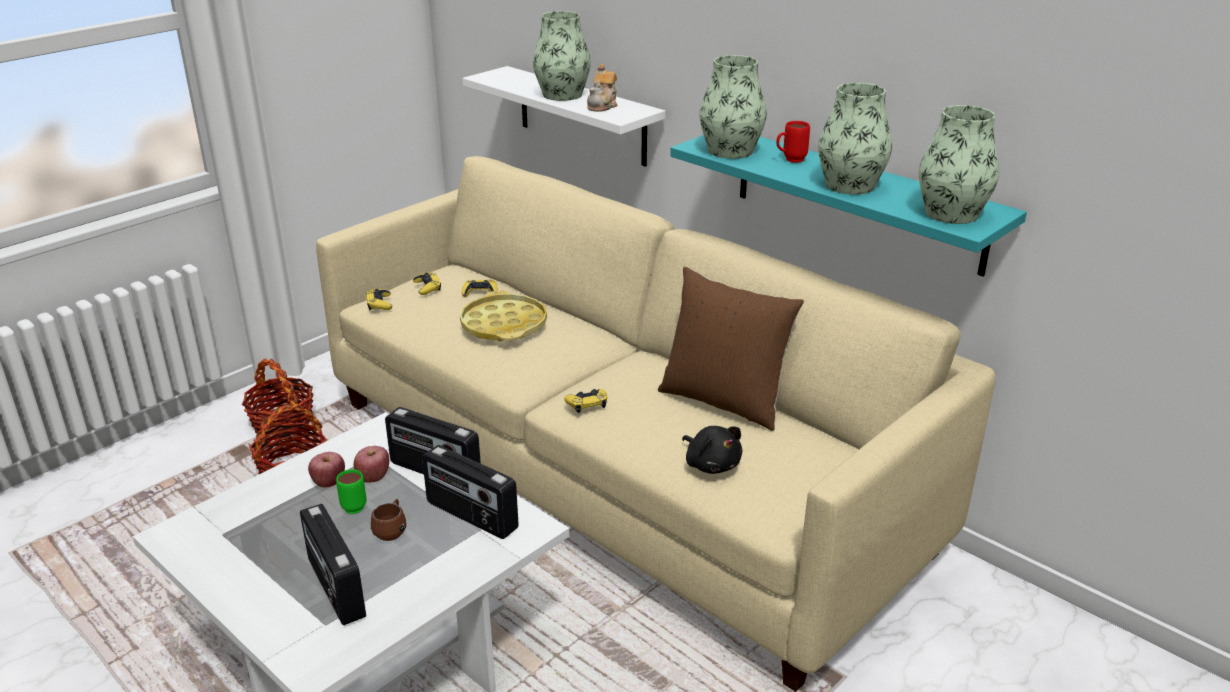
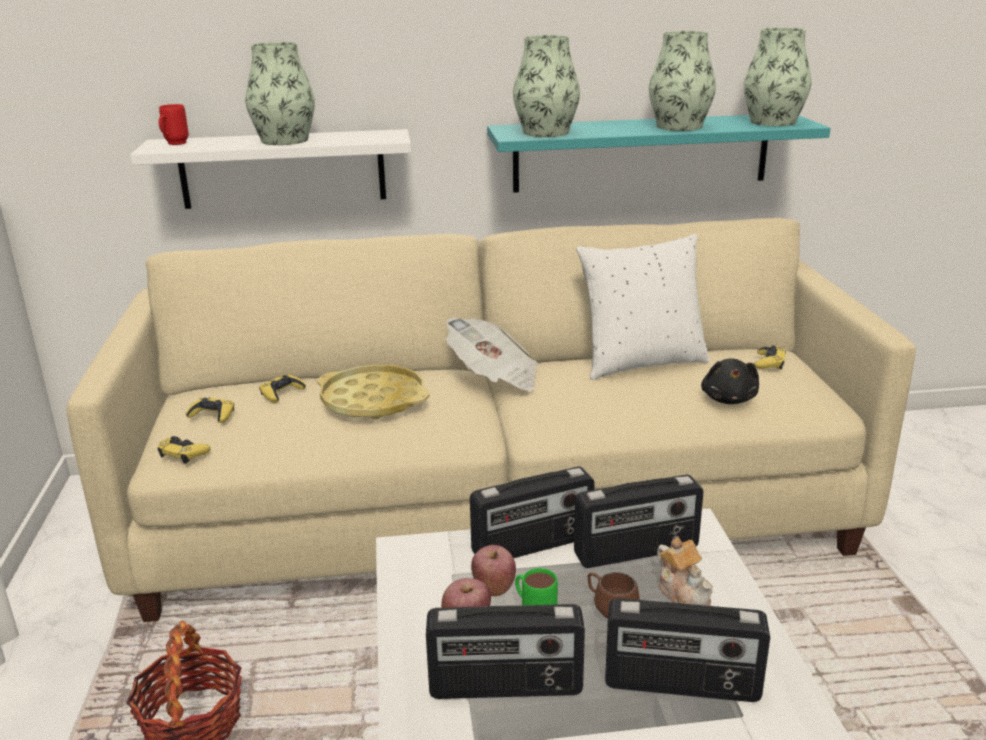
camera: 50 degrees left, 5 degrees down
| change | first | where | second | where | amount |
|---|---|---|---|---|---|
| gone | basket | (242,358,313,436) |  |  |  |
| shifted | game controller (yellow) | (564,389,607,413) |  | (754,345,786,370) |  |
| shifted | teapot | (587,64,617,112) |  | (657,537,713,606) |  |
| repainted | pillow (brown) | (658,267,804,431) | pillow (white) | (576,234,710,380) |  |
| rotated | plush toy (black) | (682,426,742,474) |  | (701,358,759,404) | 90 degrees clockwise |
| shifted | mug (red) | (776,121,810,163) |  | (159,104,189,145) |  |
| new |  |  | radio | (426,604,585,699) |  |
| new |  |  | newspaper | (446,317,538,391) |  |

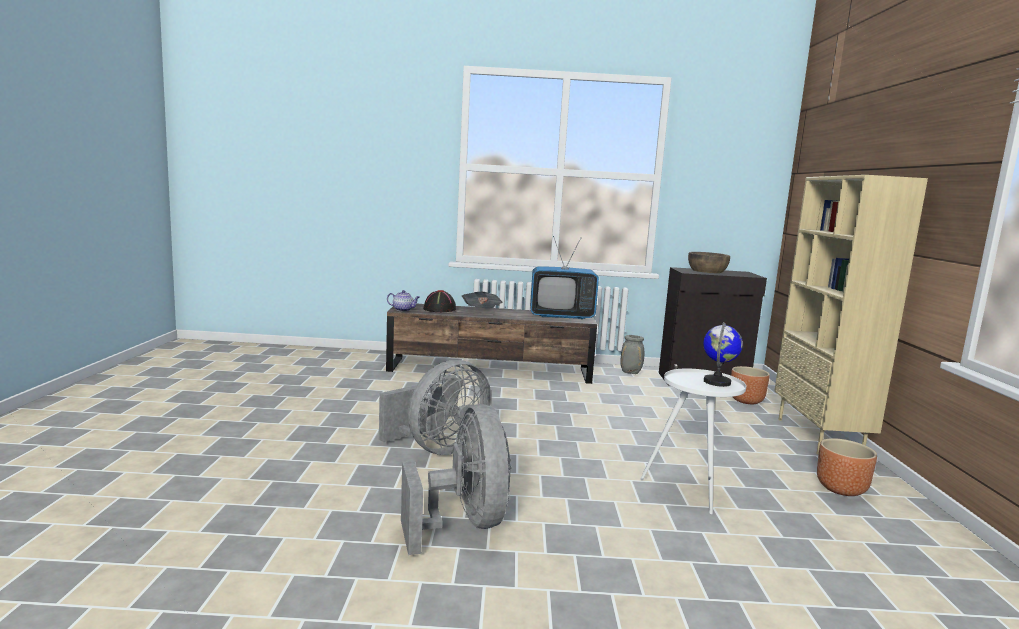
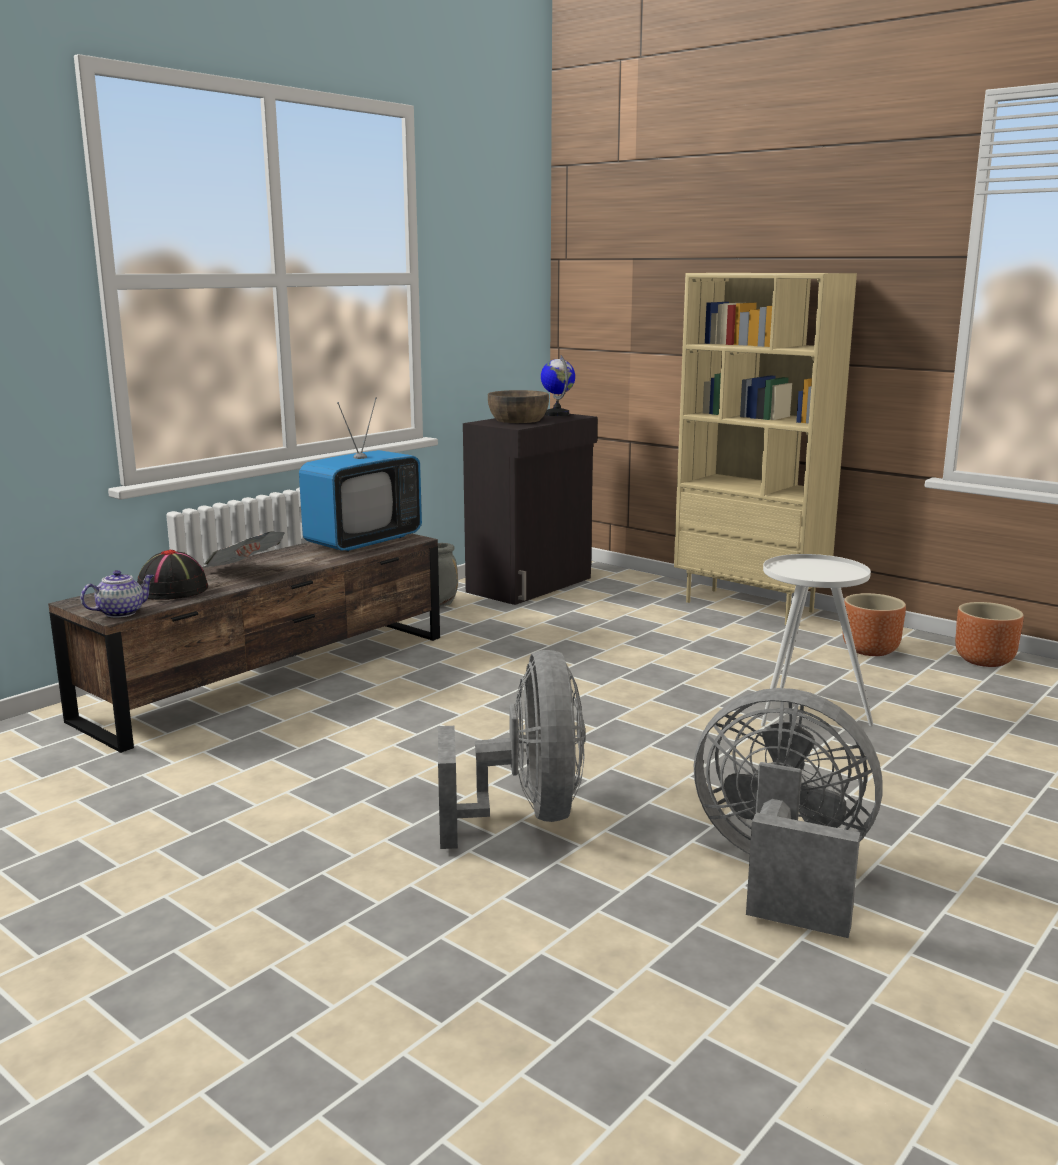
camera: 50 degrees left, 5 degrees up
| change | first | where | second | where | amount |
|---|---|---|---|---|---|
| shifted | globe | (703,322,743,387) |  | (541,355,575,416) |  |
| shifted | planter (brown) | (731,366,770,404) |  | (955,602,1024,667) |  |

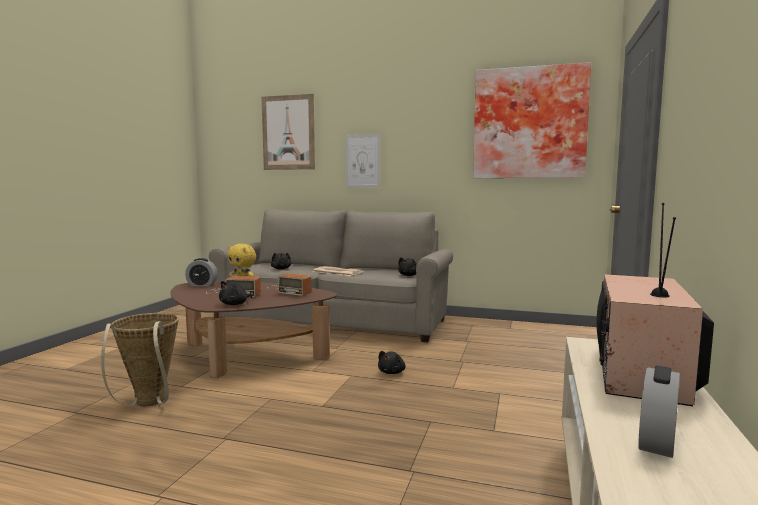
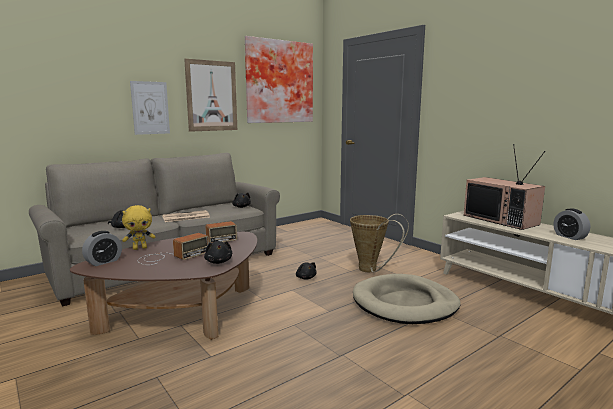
camera: 55 degrees left, 5 degrees up
| change | first | where | second | where | amount |
|---|---|---|---|---|---|
| shifted | basket | (101,313,179,406) |  | (350,214,409,272) |  |
| shifted | picture | (262,94,315,170) |  | (184,59,237,132) |  |
| new |  |  | dog bed (beige) | (353,274,461,324) |  |

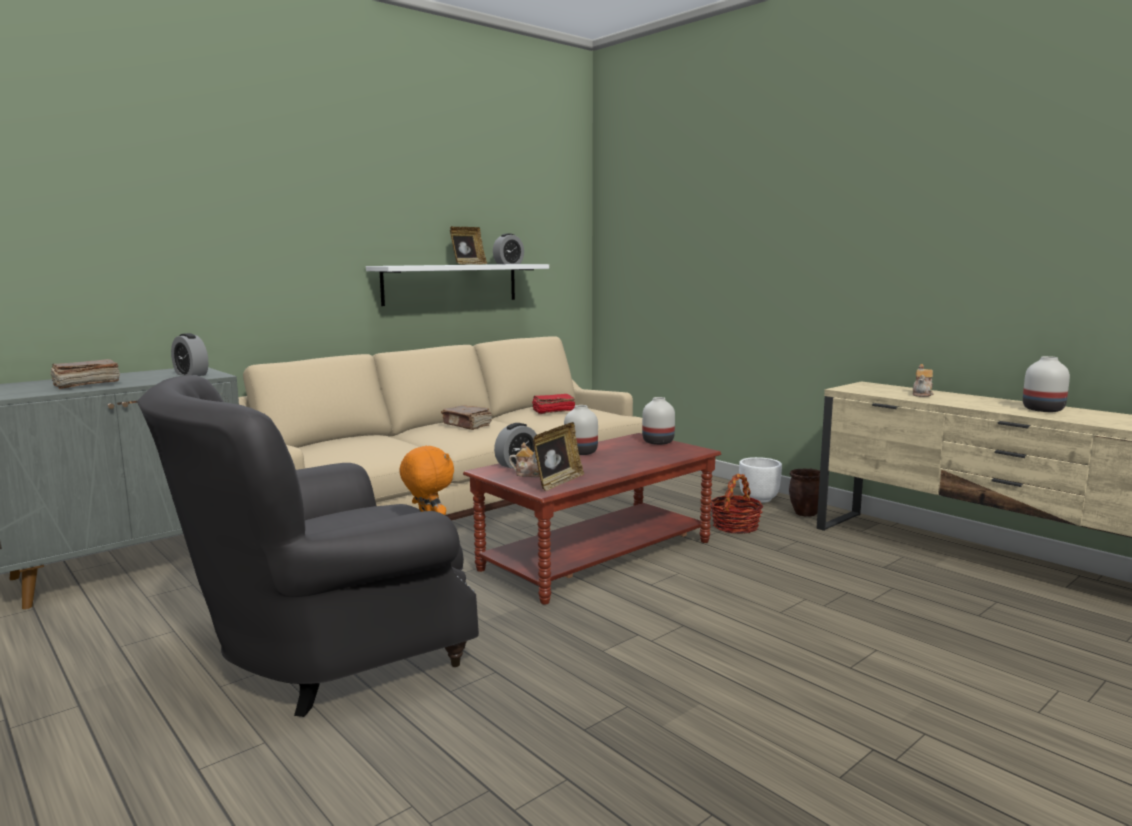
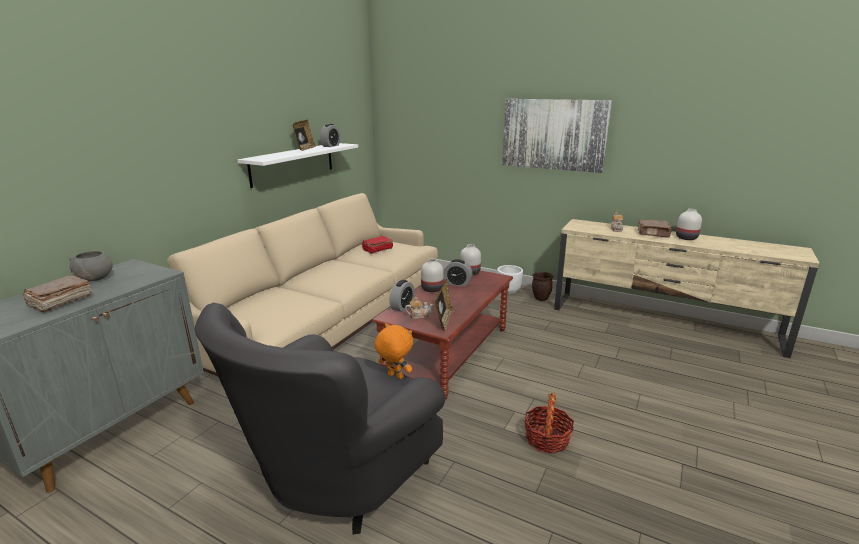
camera: 20 degrees left, 10 degrees up
| change | first | where | second | where | amount |
|---|---|---|---|---|---|
| shifted | alarm clock | (171,333,208,376) |  | (444,259,473,287) |  |
| shifted | book (brown) | (441,405,492,430) |  | (638,220,672,238) |  |
| shifted | basket | (710,474,764,534) |  | (524,393,574,454) |  |
| new |  |  | bowl (grey) | (69,251,113,281) |  |
| new |  |  | picture | (502,99,612,173) |  |

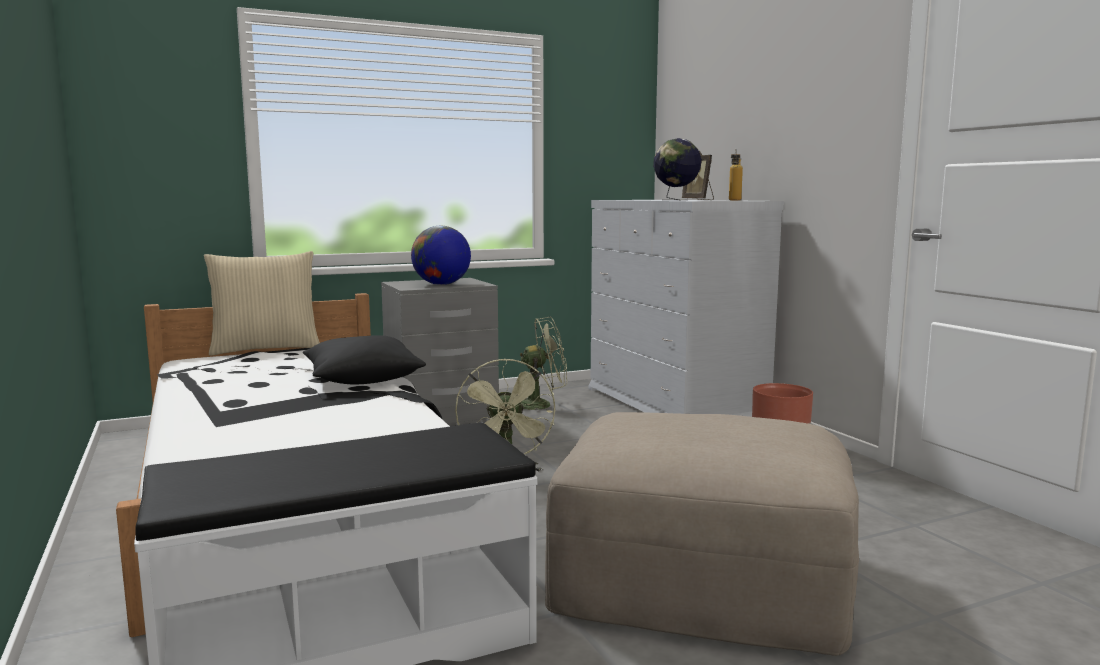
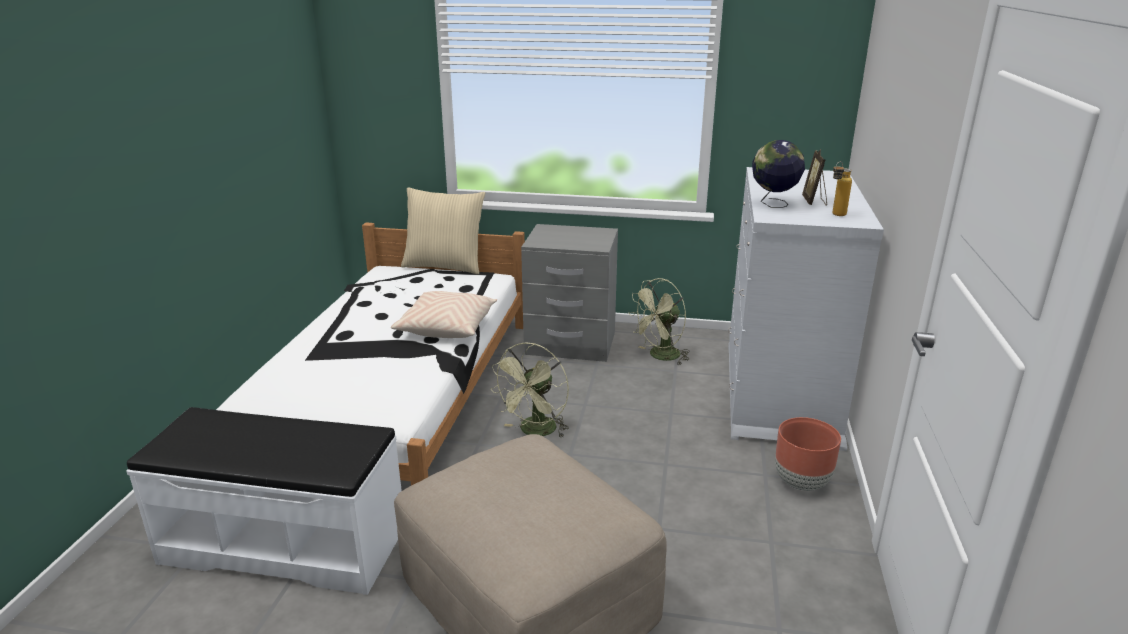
camera: 35 degrees right, 15 degrees up
| change | first | where | second | where | amount |
|---|---|---|---|---|---|
| repainted | pillow (black) | (303,335,426,385) | pillow (beige) | (391,291,497,338) |  |
| gone | globe | (411,226,471,285) |  |  |  |
| rotated | fan (green) | (520,317,567,413) |  | (628,278,690,365) | 120 degrees clockwise |

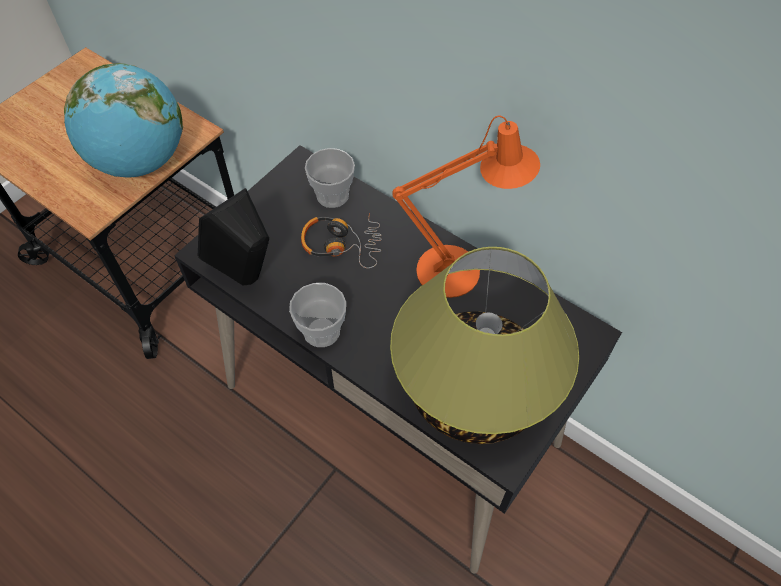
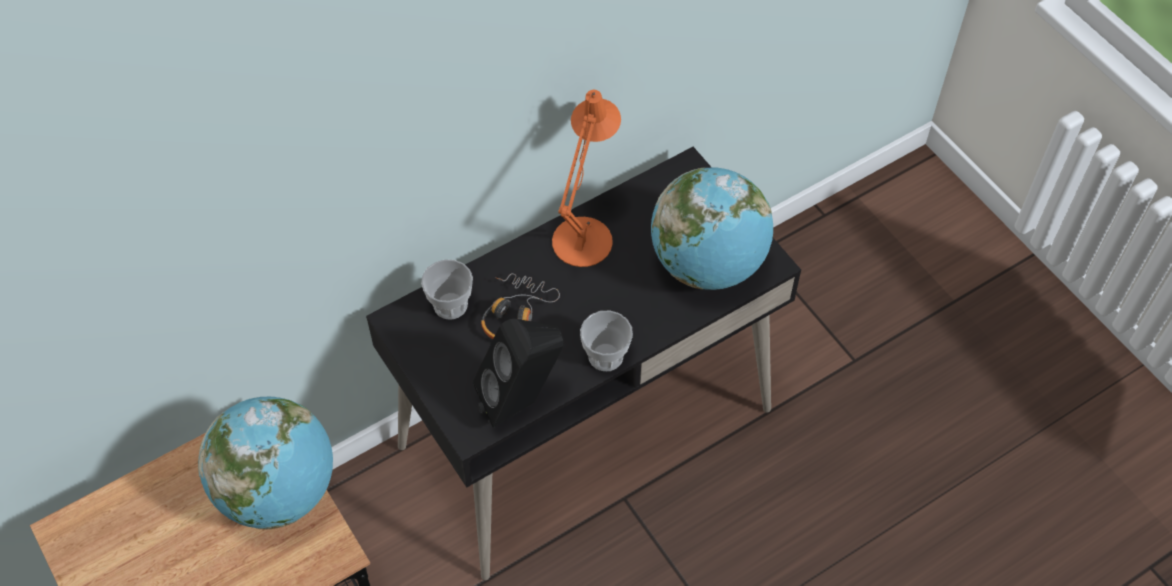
camera: 70 degrees left, 0 degrees up
| change | first | where | second | where | amount |
|---|---|---|---|---|---|
| swapped | table lamp | (390,247,579,444) | globe | (651,167,773,290) |  |

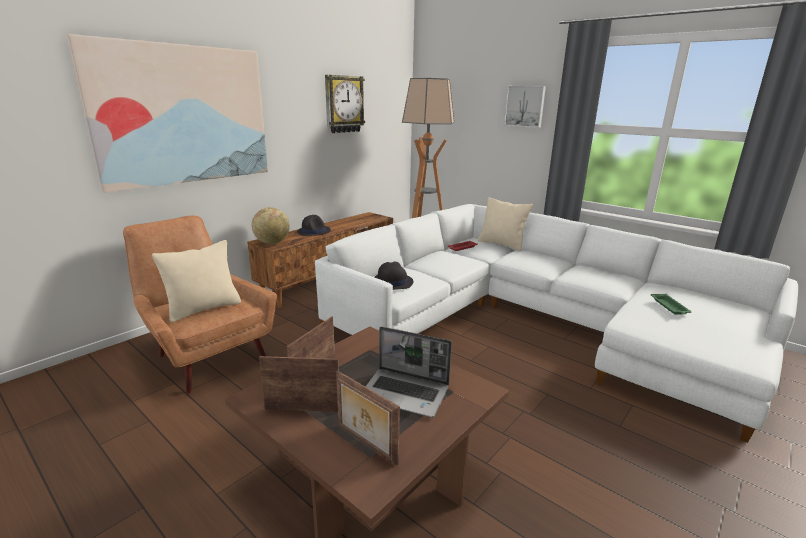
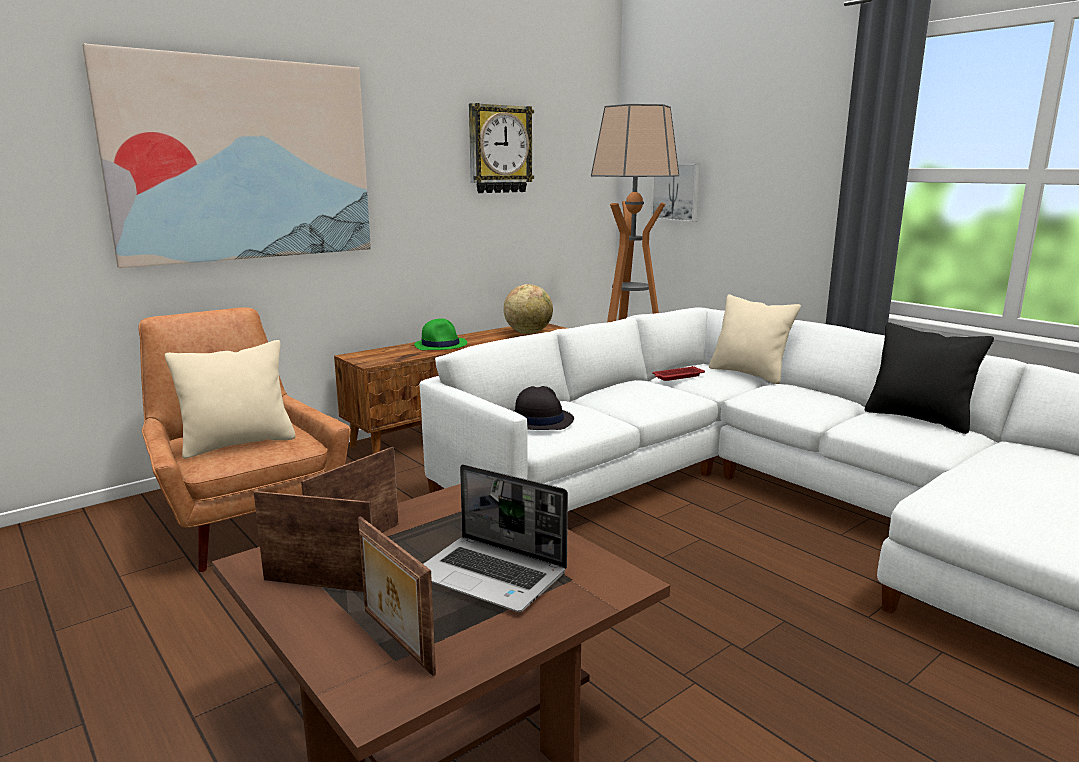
camera: 10 degrees right, 5 degrees down
| change | first | where | second | where | amount |
|---|---|---|---|---|---|
| shifted | globe | (251,207,290,244) |  | (503,284,553,334) |  |
| repainted | hat (black) | (297,215,331,236) | hat (green) | (414,319,467,350) |  |
| shifted | picture | (504,86,546,128) |  | (651,164,700,222) |  |
| gone | tray (green) | (651,294,692,314) |  |  |  |
| new |  |  | pillow (black) | (865,322,994,434) |  |

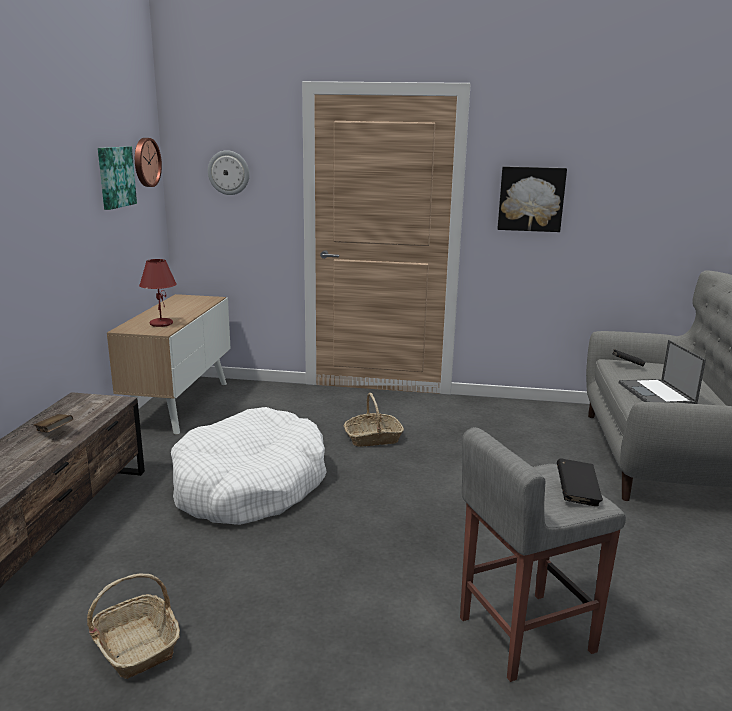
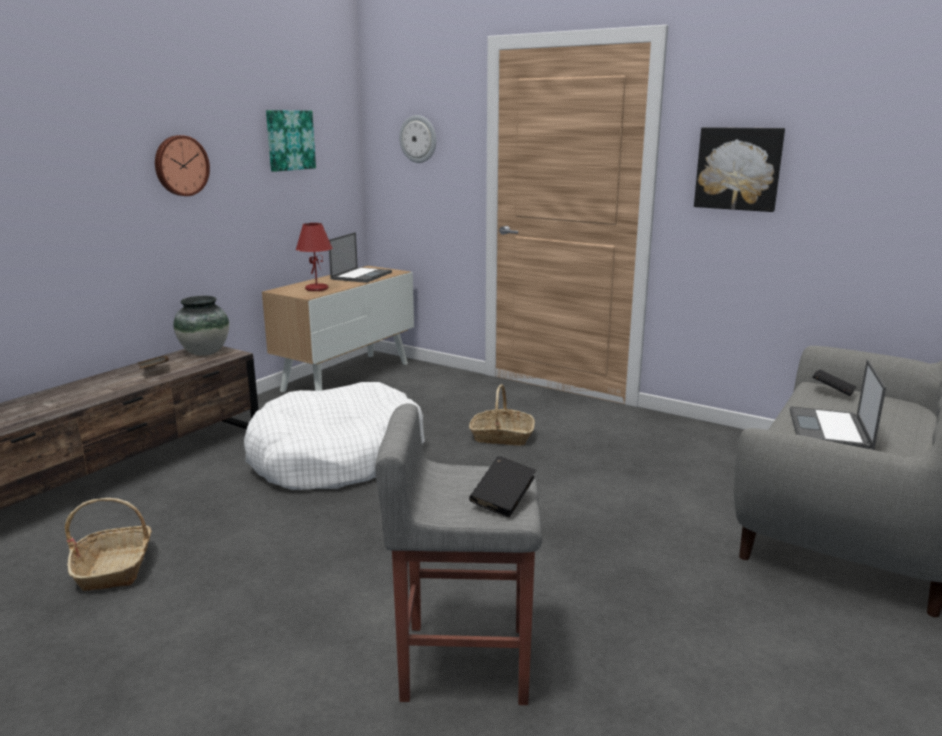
camera: 25 degrees right, 0 degrees up
| change | first | where | second | where | amount |
|---|---|---|---|---|---|
| shifted | wall clock | (135,138,162,187) |  | (155,135,210,196) |  |
| new |  |  | vase | (173,296,229,356) |  |
| new |  |  | laptop | (329,232,392,283) |  |

